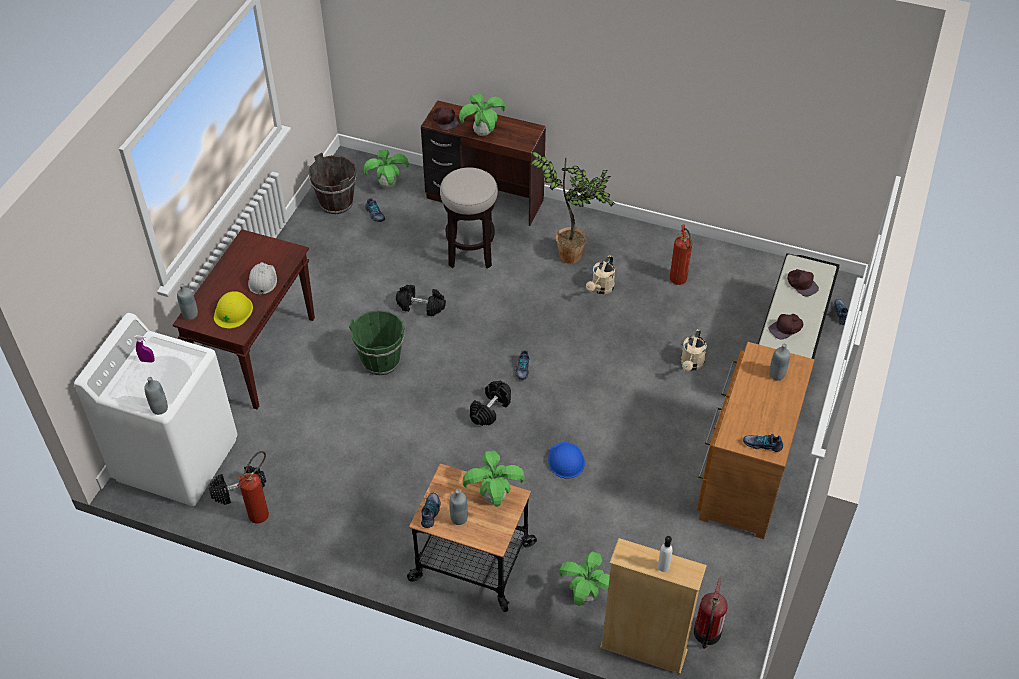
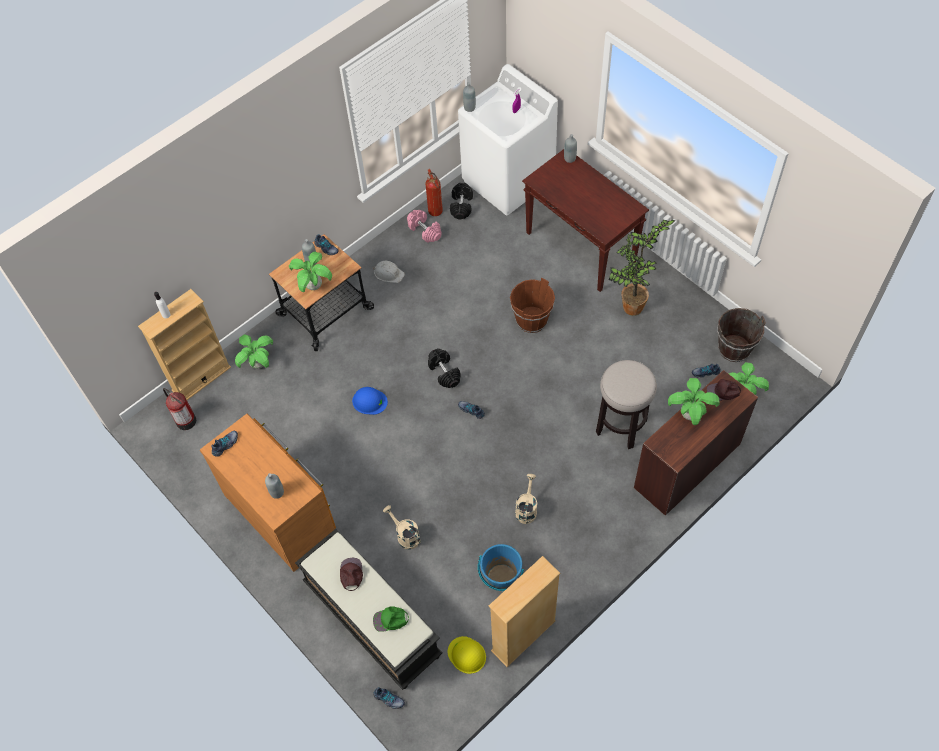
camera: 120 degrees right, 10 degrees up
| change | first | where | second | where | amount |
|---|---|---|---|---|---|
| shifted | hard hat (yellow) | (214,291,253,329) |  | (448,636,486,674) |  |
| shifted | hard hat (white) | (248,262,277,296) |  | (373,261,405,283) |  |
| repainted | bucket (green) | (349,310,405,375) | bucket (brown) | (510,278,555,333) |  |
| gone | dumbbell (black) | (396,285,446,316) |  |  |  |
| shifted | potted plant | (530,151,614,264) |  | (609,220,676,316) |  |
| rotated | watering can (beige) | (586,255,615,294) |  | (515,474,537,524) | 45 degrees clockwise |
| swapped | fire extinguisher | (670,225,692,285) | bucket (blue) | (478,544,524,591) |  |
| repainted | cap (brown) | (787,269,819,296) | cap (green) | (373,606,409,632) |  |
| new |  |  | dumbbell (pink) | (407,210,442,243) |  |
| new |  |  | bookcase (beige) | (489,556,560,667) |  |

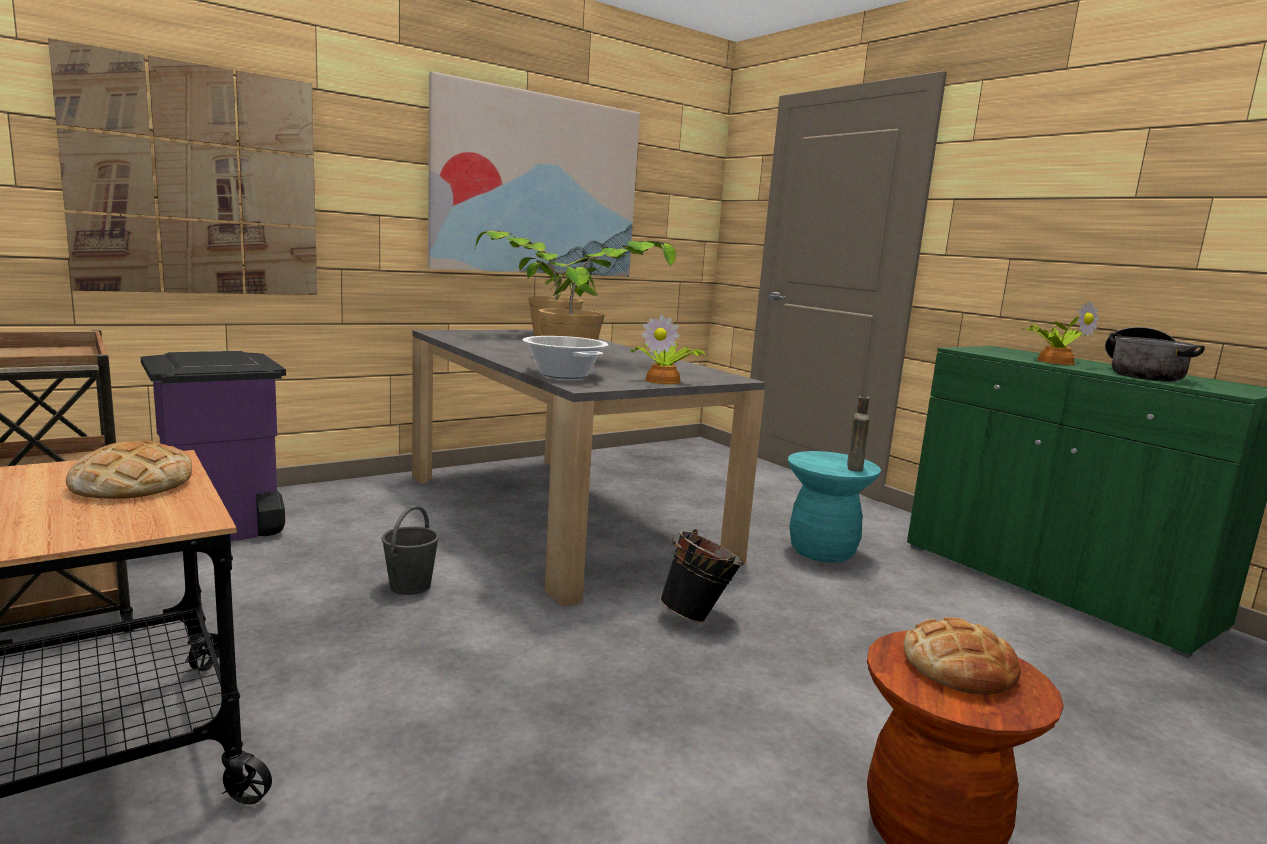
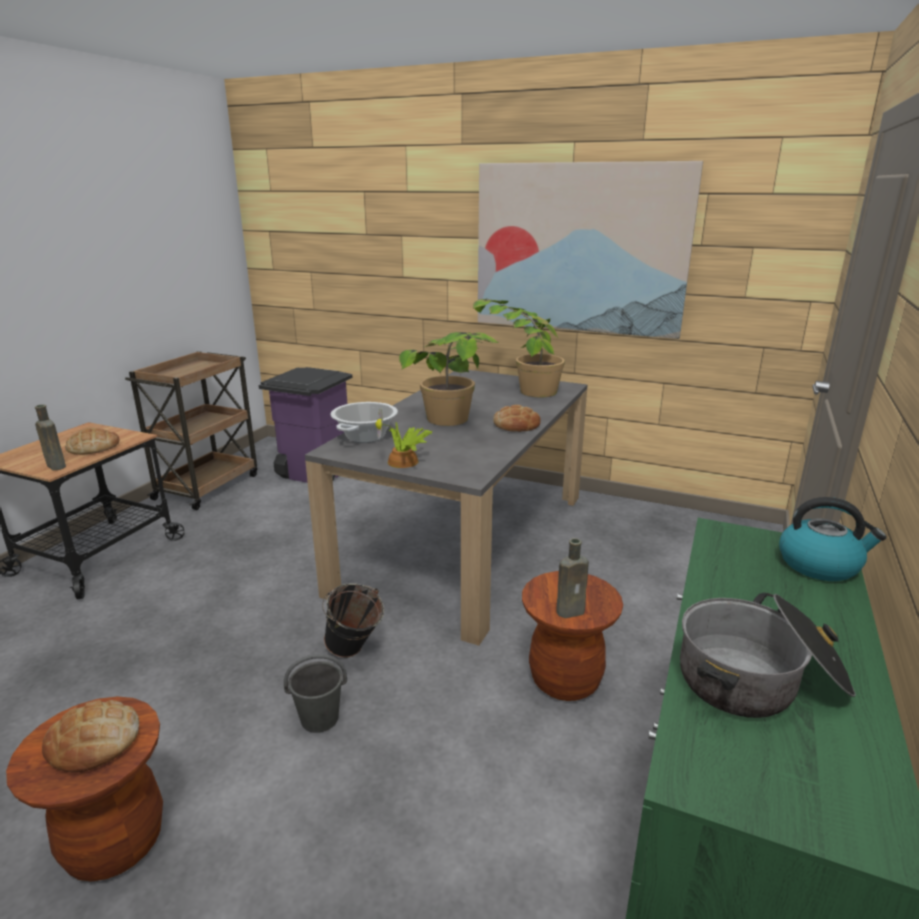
camera: 60 degrees right, 10 degrees up
| change | first | where | second | where | amount |
|---|---|---|---|---|---|
| gone | picture | (48,38,317,295) |  |  |  |
| shifted | bucket (grey) | (381,505,439,595) |  | (284,654,347,733) |  |
| repainted | stool (turquoise) | (788,451,881,563) | stool (brown) | (522,571,623,701) |  |
| gone | potted plant | (1022,300,1099,365) |  |  |  |
| new |  |  | bottle (brown) | (35,405,66,470) |  |
| new |  |  | bread | (493,405,541,432) |  |
| new |  |  | kettle | (779,497,887,581) |  |

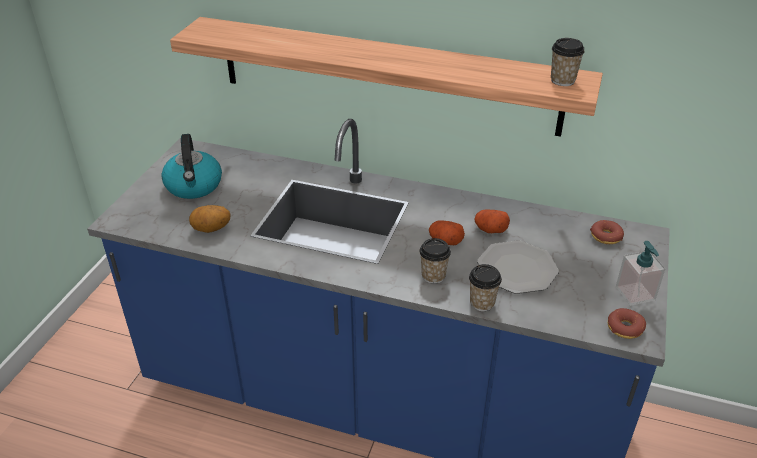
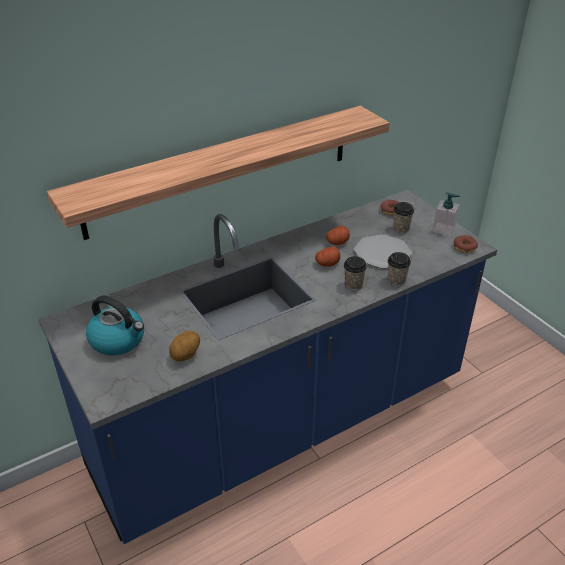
camera: 50 degrees left, 0 degrees up
| change | first | where | second | where | amount |
|---|---|---|---|---|---|
| shifted | cup | (551,38,585,86) |  | (393,202,414,233) |  |

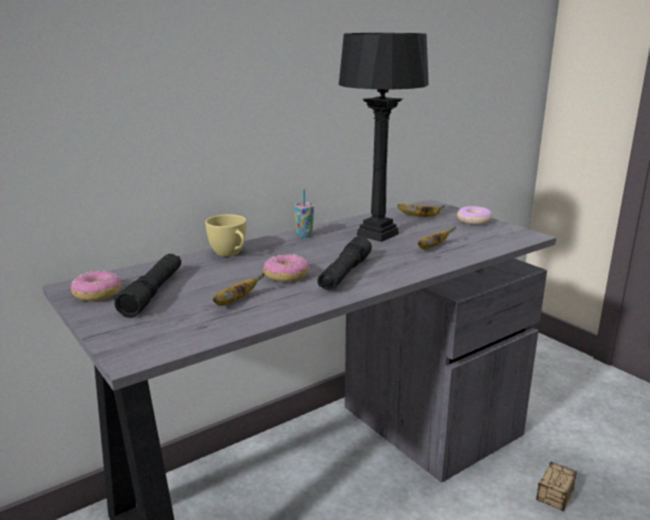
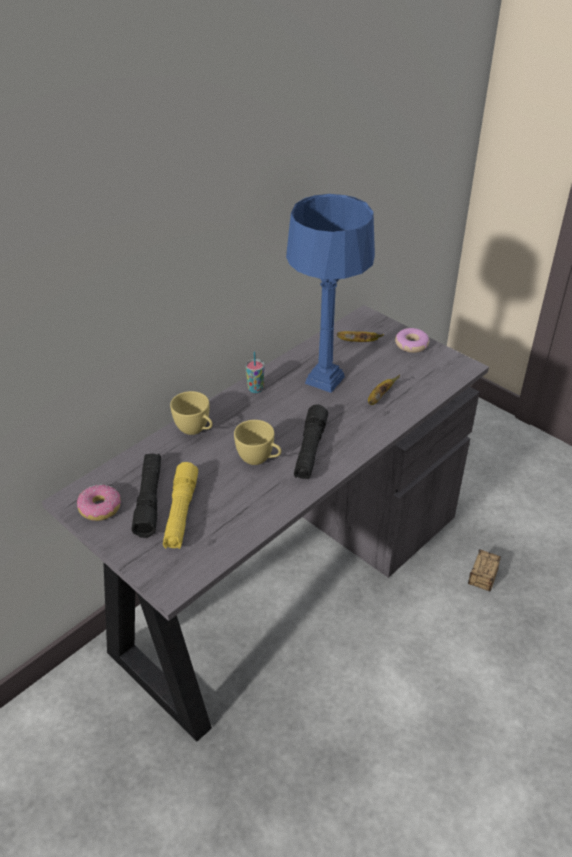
camera: 10 degrees left, 20 degrees up
| change | first | where | second | where | amount |
|---|---|---|---|---|---|
| gone | banana | (213,273,265,306) |  |  |  |
| swapped | donut | (263,254,309,282) | cup (yellow) | (234,420,281,465) |  |
| repainted | table lamp (black) | (339,33,429,242) | table lamp (blue) | (286,194,375,393) |  |
| new |  |  | flashlight (yellow) | (163,462,198,549) |  |

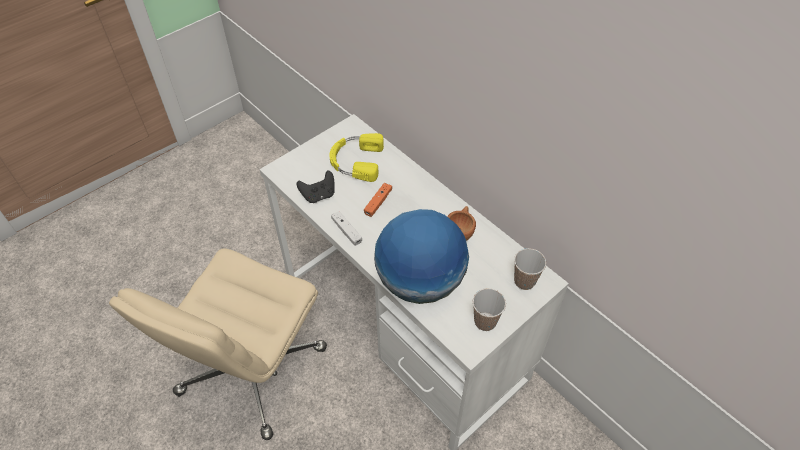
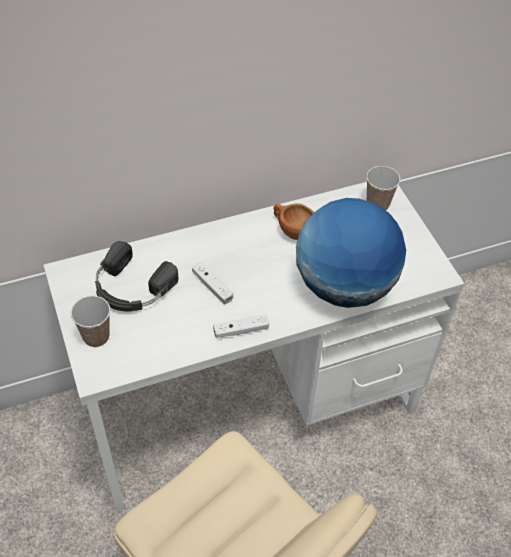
camera: 70 degrees left, 0 degrees up
| change | first | where | second | where | amount |
|---|---|---|---|---|---|
| gone | game controller (black) | (297,170,335,203) |  |  |  |
| repainted | headphones (yellow) | (329,133,384,182) | headphones (black) | (95,241,178,312) |  |
| repainted | game controller (orange) | (364,183,392,217) | game controller (white) | (192,262,233,304) |  |
| shifted | cup | (473,288,506,331) |  | (71,296,110,347) |  |

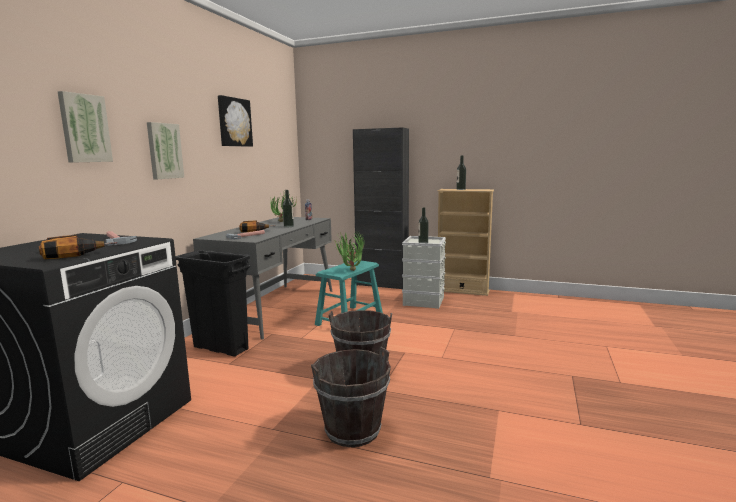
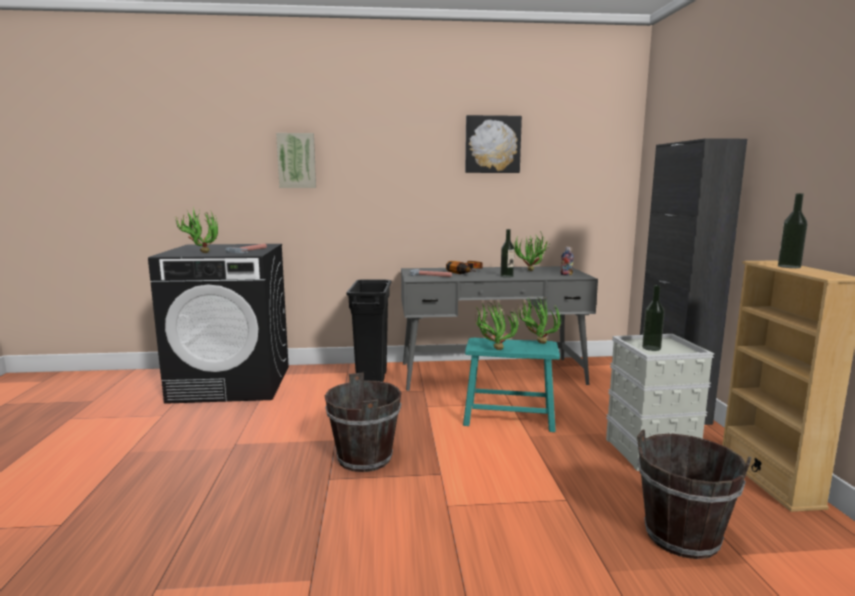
camera: 65 degrees right, 0 degrees up
| change | first | where | second | where | amount |
|---|---|---|---|---|---|
| swapped | power drill | (39,235,118,259) | potted plant | (176,207,218,253) |  |
| gone | picture | (147,122,184,179) |  |  |  |
| shifted | bucket (brown) | (311,347,391,447) |  | (637,429,752,559) |  |

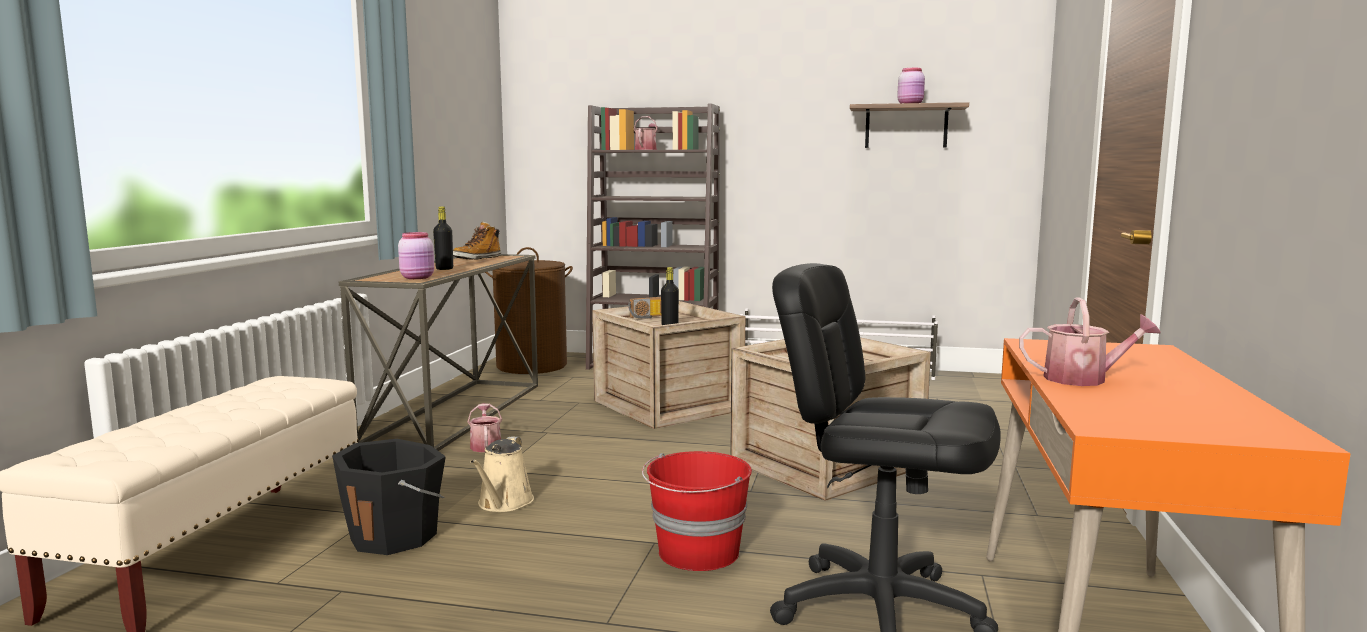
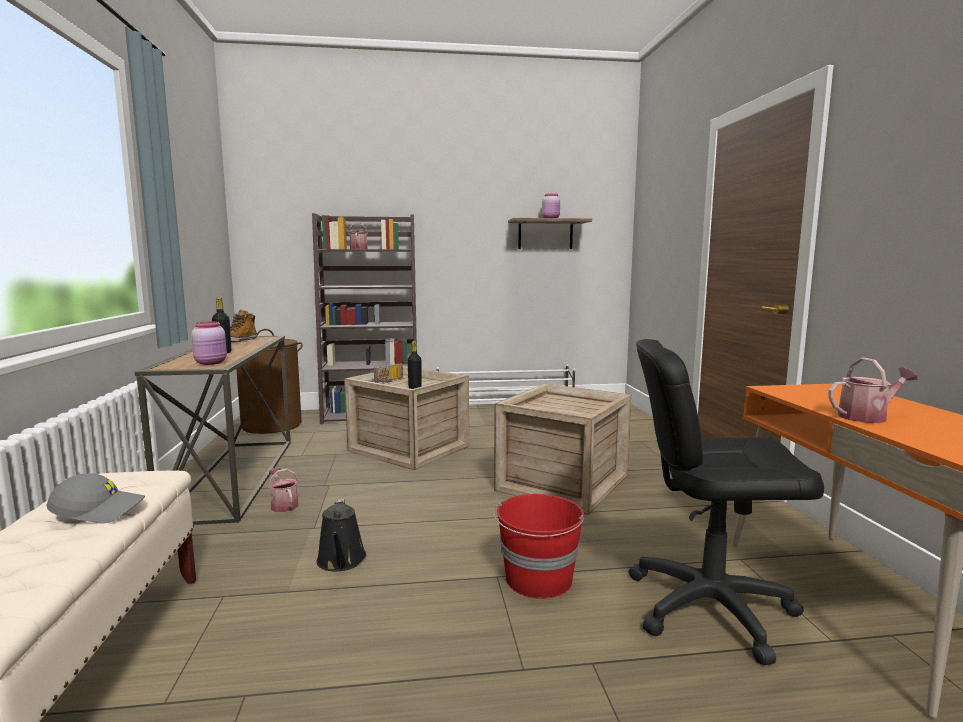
camera: 20 degrees left, 0 degrees up
| change | first | where | second | where | amount |
|---|---|---|---|---|---|
| gone | bucket (black) | (332,439,446,555) |  |  |  |
| repainted | watering can (beige) | (470,436,534,512) | watering can (black) | (316,499,366,571) |  |
| new |  |  | cap (grey) | (46,473,145,524) |  |

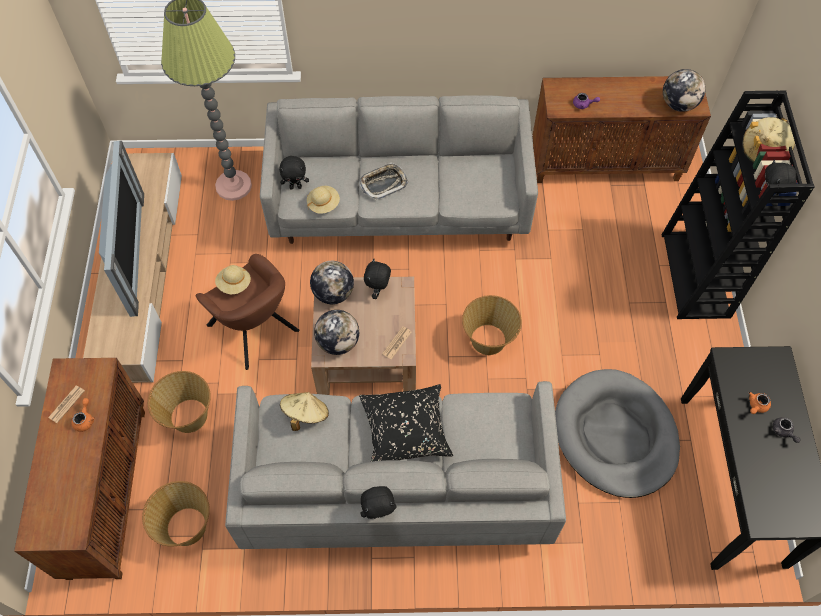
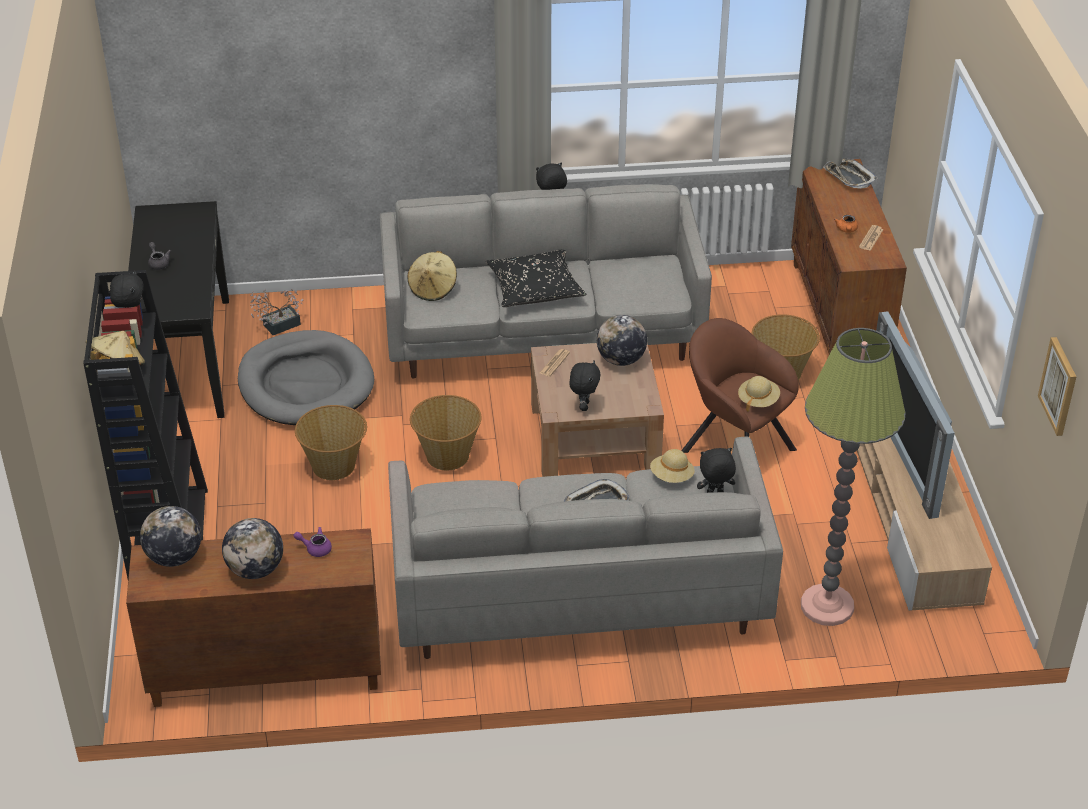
camera: 175 degrees right, 20 degrees down
| change | first | where | second | where | amount |
|---|---|---|---|---|---|
| shifted | basket | (142,481,210,547) |  | (295,405,367,480) |  |
| shifted | hat (beige) | (280,392,329,431) |  | (408,251,457,301) |  |
| shifted | globe | (310,261,354,304) |  | (222,518,283,579) |  |
| gone | teapot (orange) | (749,392,771,414) |  |  |  |
| new |  |  | potted plant | (250,289,303,335) |  |
| new |  |  | tray | (823,158,878,189) |  |
| new |  |  | picture | (1038,337,1076,436) |  |

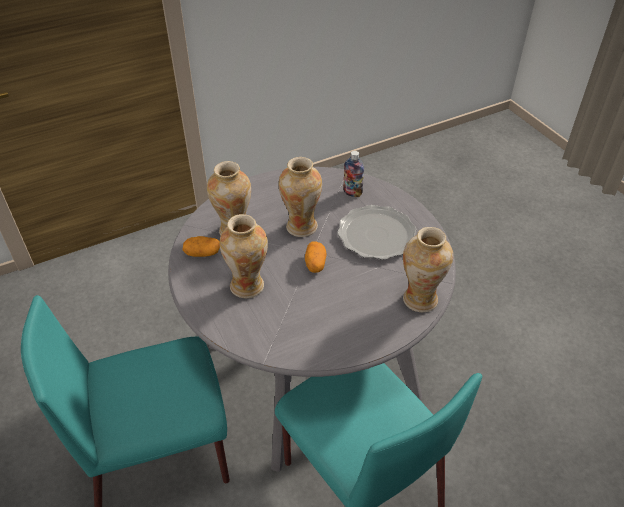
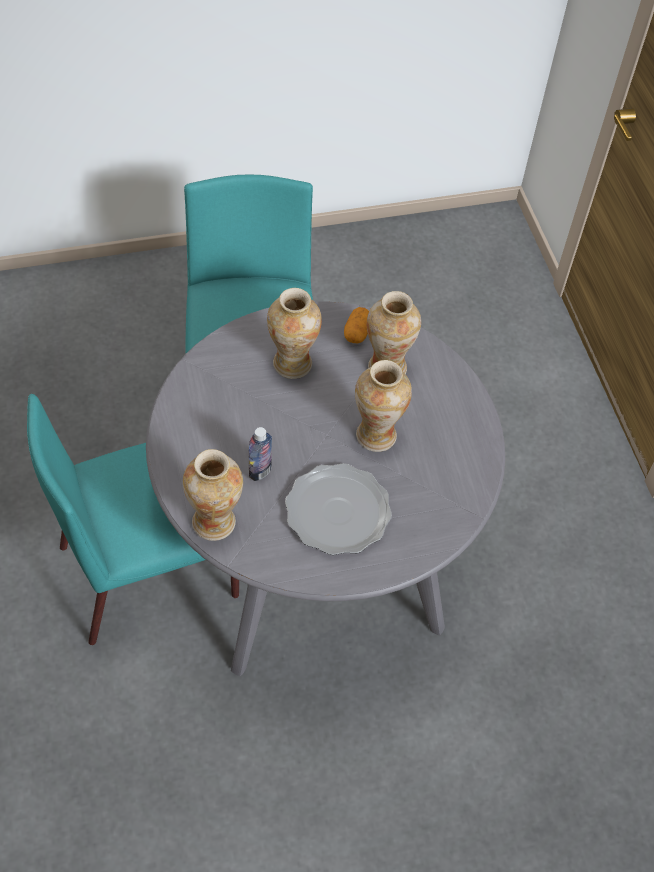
camera: 100 degrees right, 10 degrees up
| change | first | where | second | where | amount |
|---|---|---|---|---|---|
| gone | potato | (305,241,327,273) |  |  |  |
| shifted | bottle | (343,151,364,197) |  | (249,427,272,481) |  |

